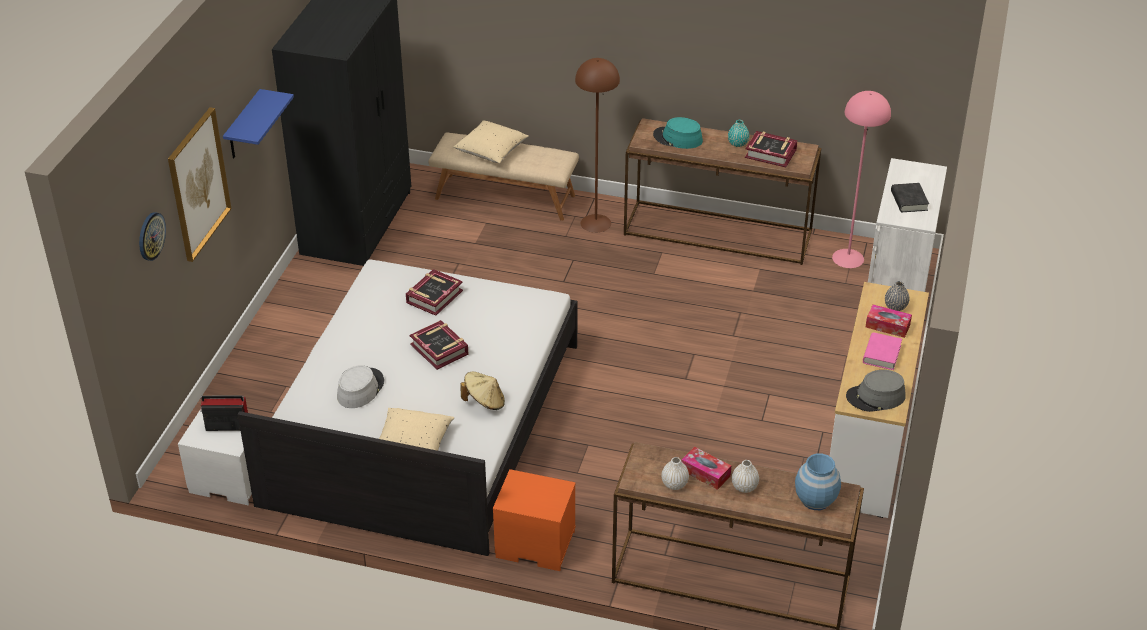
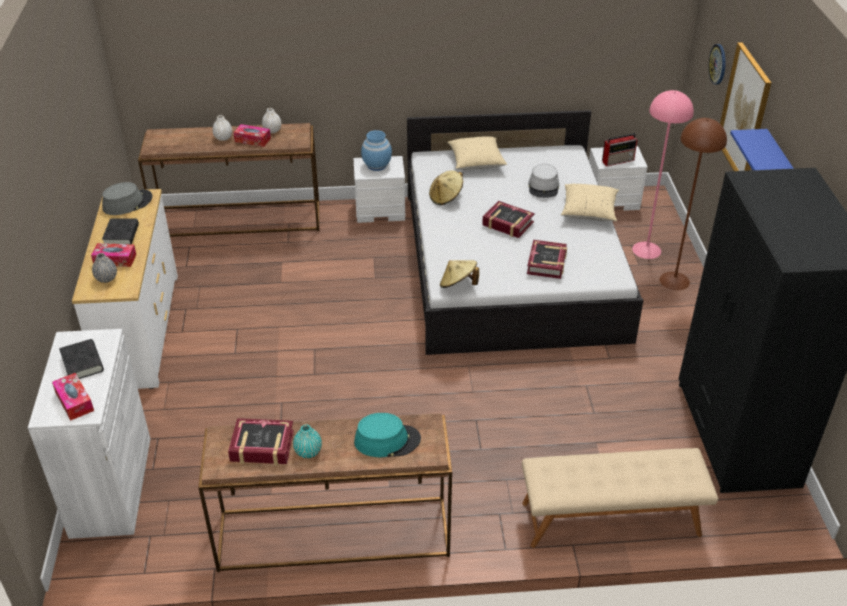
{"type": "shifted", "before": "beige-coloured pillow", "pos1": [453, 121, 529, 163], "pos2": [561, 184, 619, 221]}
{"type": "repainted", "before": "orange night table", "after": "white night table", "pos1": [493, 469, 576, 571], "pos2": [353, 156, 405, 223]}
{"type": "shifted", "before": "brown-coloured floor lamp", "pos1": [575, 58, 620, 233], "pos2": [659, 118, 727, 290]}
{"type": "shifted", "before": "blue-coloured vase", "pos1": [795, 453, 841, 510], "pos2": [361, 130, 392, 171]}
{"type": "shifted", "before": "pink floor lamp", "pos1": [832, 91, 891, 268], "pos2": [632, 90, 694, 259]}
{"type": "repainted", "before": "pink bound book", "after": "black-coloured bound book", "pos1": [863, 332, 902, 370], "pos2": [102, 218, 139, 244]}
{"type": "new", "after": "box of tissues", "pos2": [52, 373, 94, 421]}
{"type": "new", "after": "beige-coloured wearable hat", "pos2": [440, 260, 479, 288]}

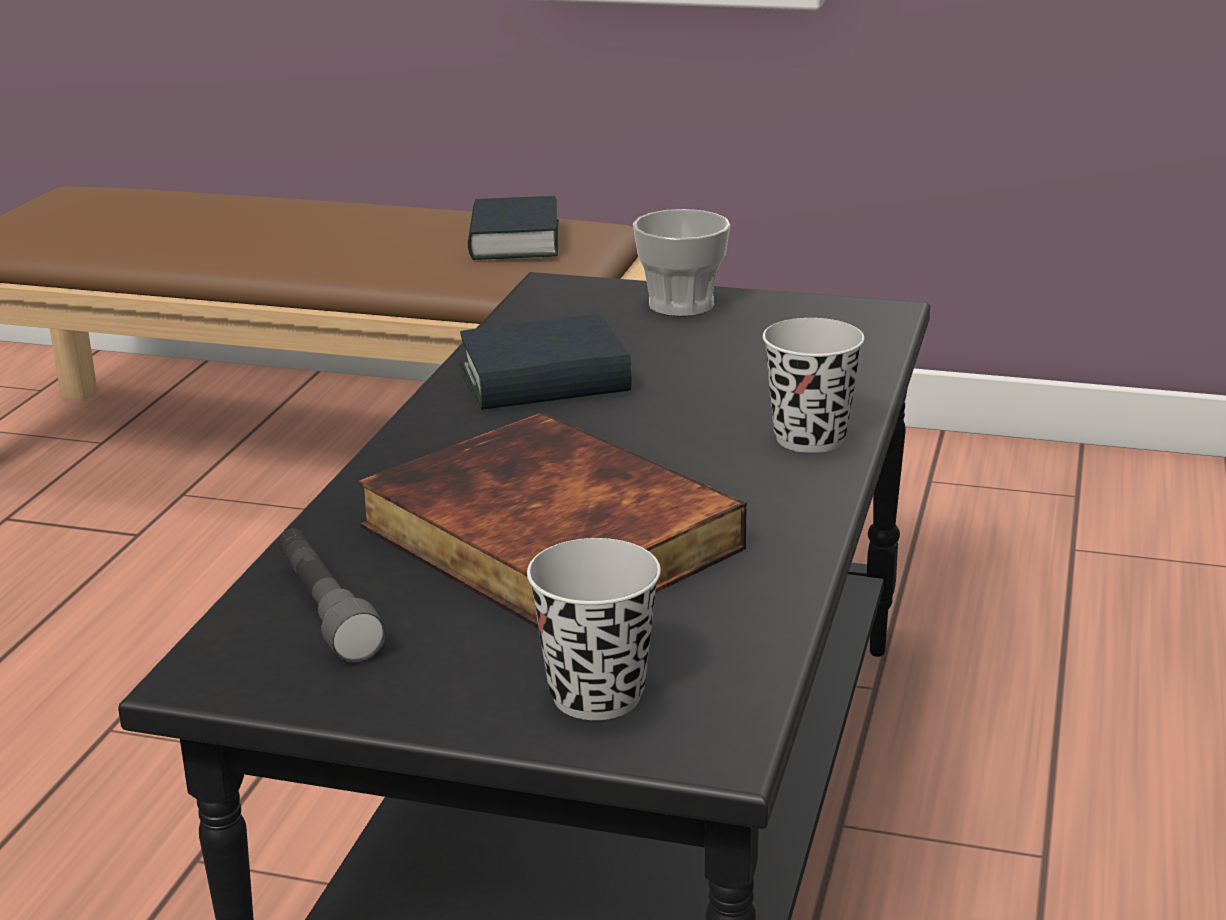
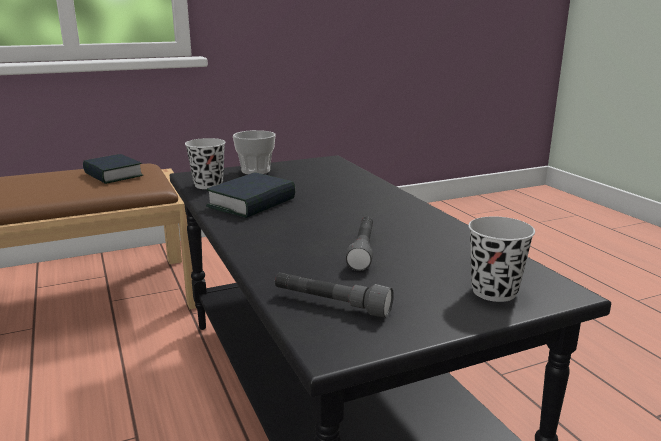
{"type": "swapped", "before": "bound book", "after": "greyish hand torch", "pos1": [358, 412, 747, 629], "pos2": [346, 216, 373, 271]}
{"type": "shifted", "before": "black-coloured cup", "pos1": [763, 318, 865, 453], "pos2": [185, 138, 226, 189]}

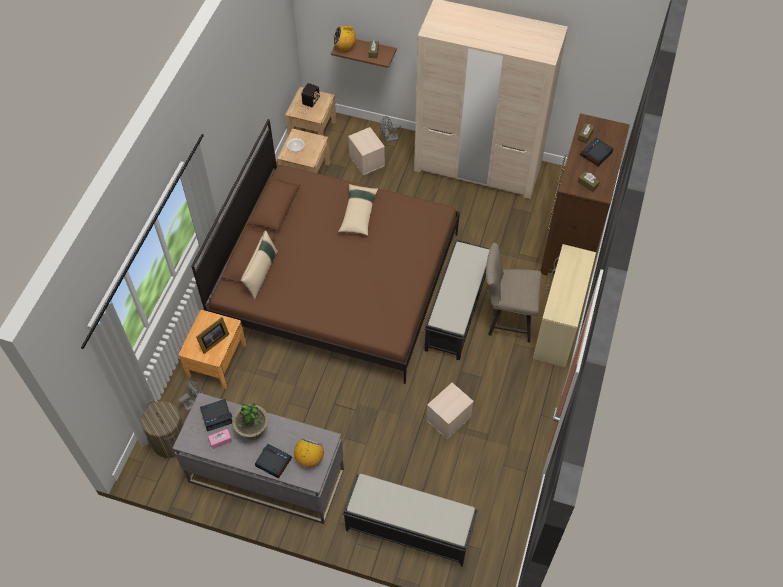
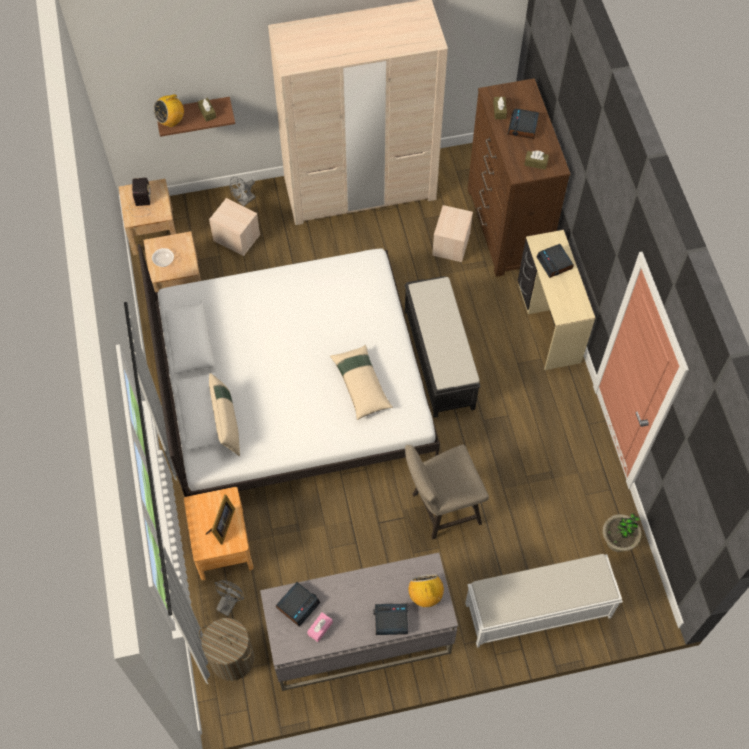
{"type": "repainted", "before": "brown-coloured bedroom bed", "after": "white bedroom bed", "pos1": [191, 119, 460, 384], "pos2": [138, 244, 440, 497]}
{"type": "shifted", "before": "plant in a pot", "pos1": [232, 403, 269, 440], "pos2": [602, 513, 642, 552]}
{"type": "shifted", "before": "beige-coloured pillow", "pos1": [338, 184, 378, 236], "pos2": [330, 345, 393, 420]}
{"type": "repainted", "before": "black-coloured long seat", "after": "white long seat", "pos1": [343, 474, 478, 567], "pos2": [465, 554, 623, 648]}
{"type": "shifted", "before": "beige-coloured storage container", "pos1": [426, 383, 474, 439], "pos2": [432, 205, 473, 262]}
{"type": "shifted", "before": "beige-coloured sitting stool", "pos1": [486, 243, 542, 343], "pos2": [405, 445, 489, 540]}
{"type": "new", "after": "table clock", "pos2": [537, 244, 574, 278]}

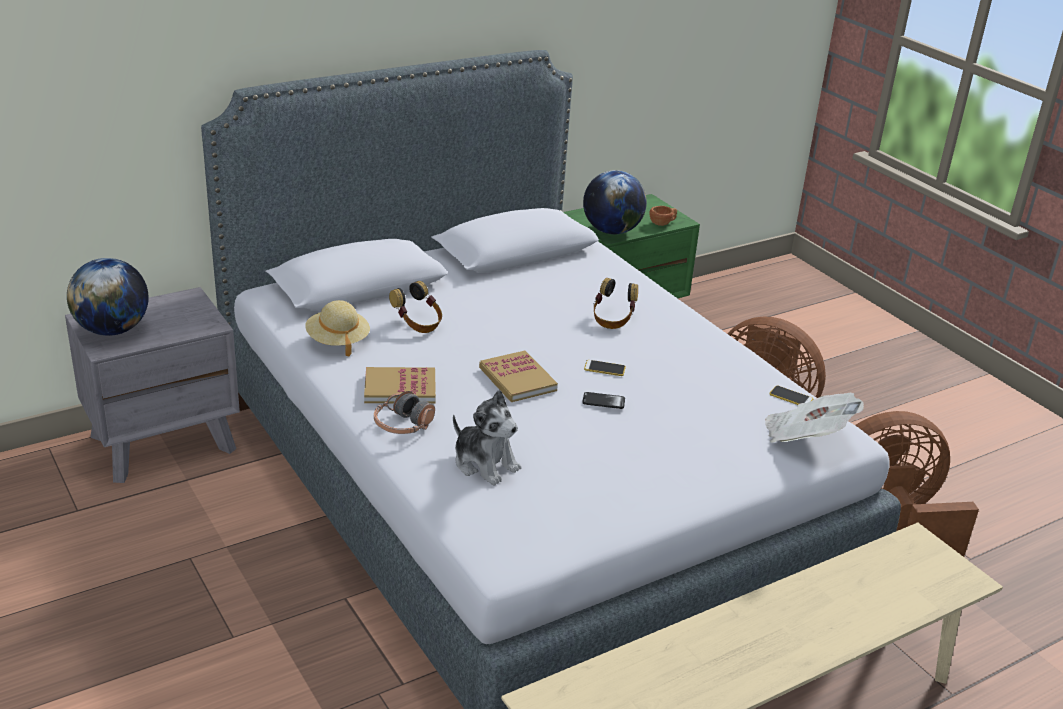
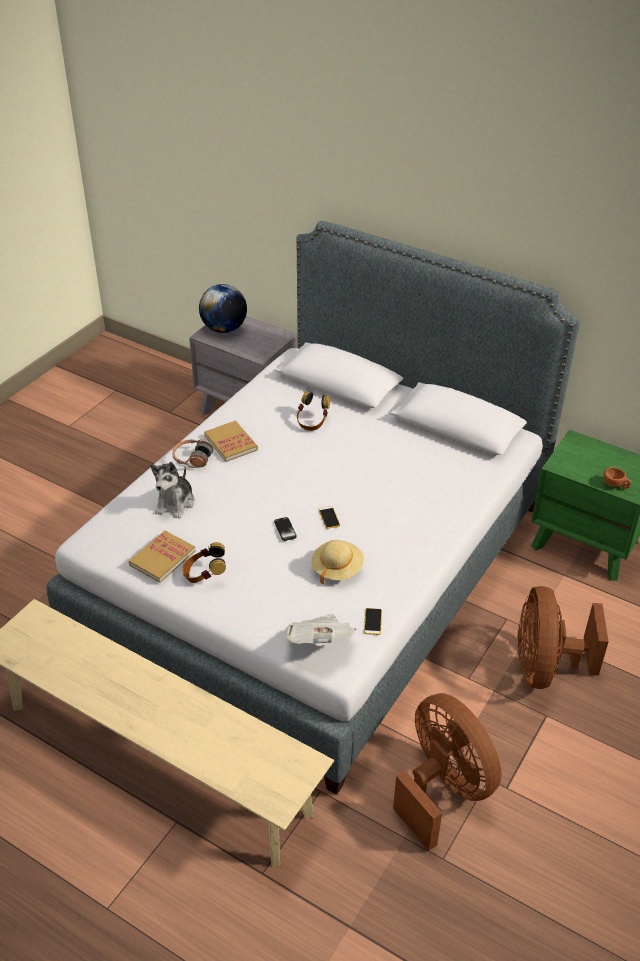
{"type": "shifted", "before": "beige-coloured wearable hat", "pos1": [305, 300, 370, 357], "pos2": [311, 540, 364, 585]}
{"type": "shifted", "before": "bound book", "pos1": [479, 351, 558, 402], "pos2": [128, 531, 195, 583]}
{"type": "gone", "before": "world globe", "pos1": [583, 170, 647, 234]}
{"type": "shifted", "before": "headset", "pos1": [593, 278, 638, 329], "pos2": [182, 542, 226, 583]}

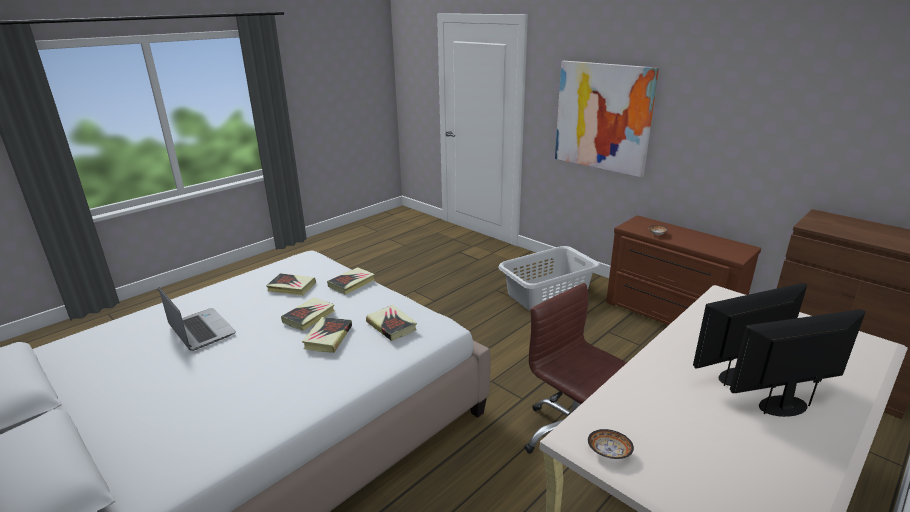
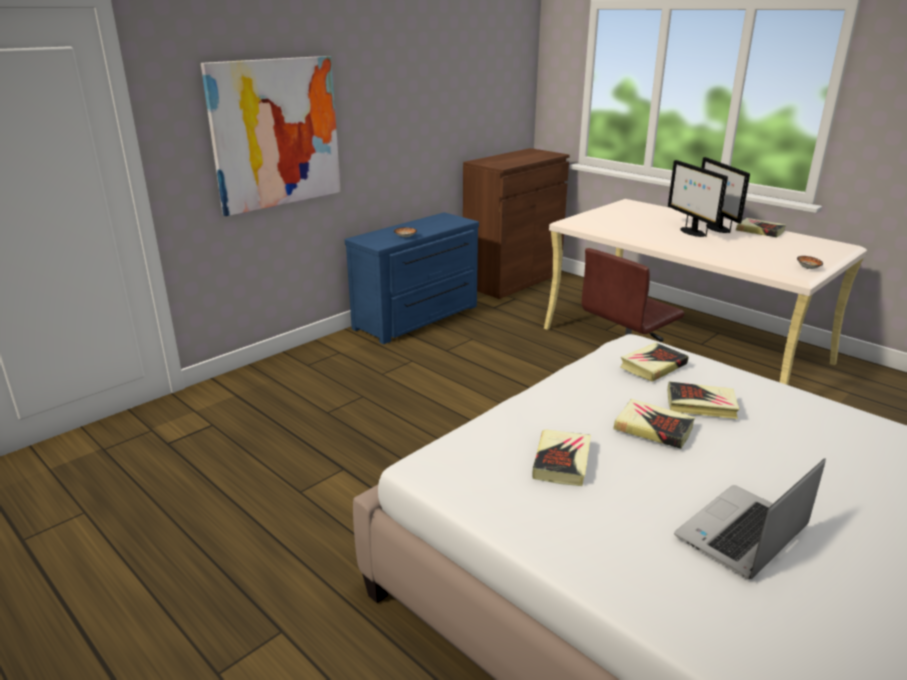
{"type": "shifted", "before": "bound book", "pos1": [327, 267, 375, 295], "pos2": [736, 218, 786, 238]}
{"type": "gone", "before": "greyish hamper", "pos1": [498, 246, 600, 311]}
{"type": "repainted", "before": "brown-coloured drawer chest", "after": "blue-coloured drawer chest", "pos1": [606, 215, 761, 325], "pos2": [345, 212, 479, 344]}

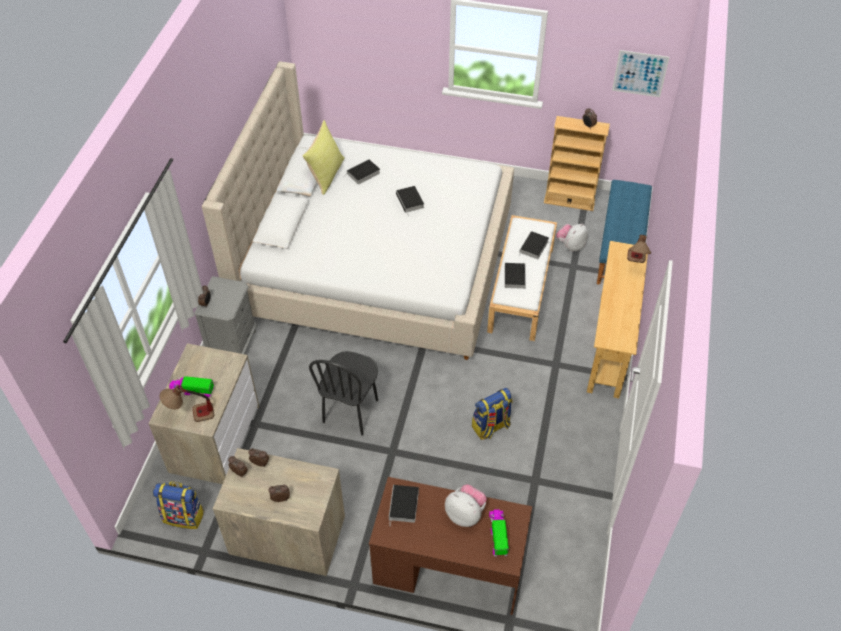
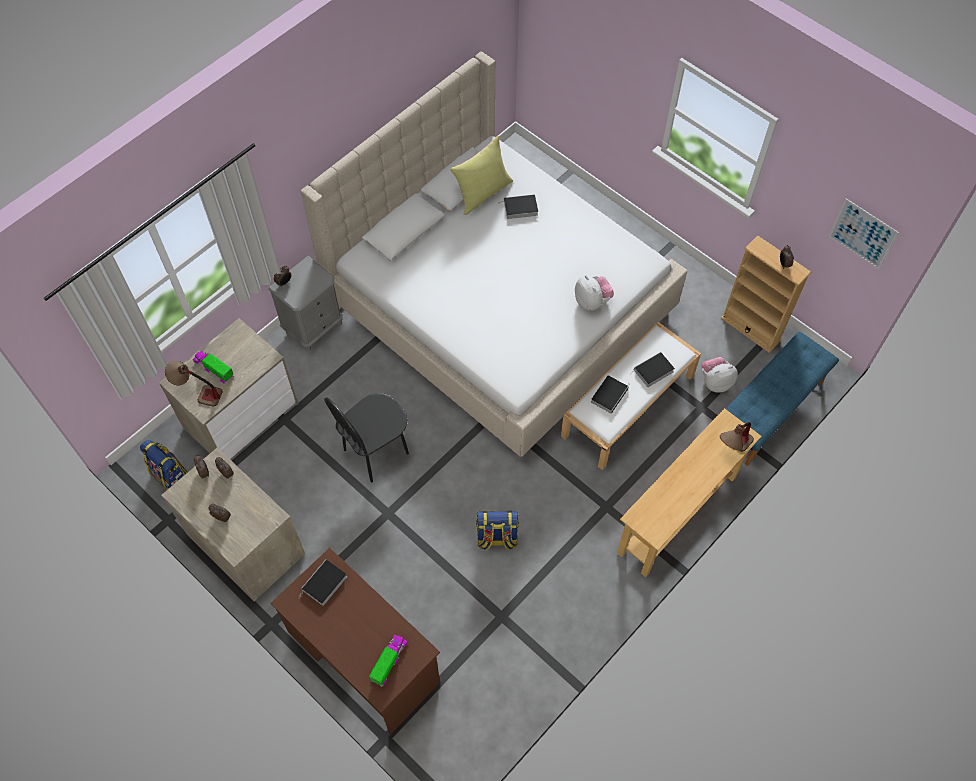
{"type": "gone", "before": "bound book", "pos1": [396, 186, 424, 215]}
{"type": "shifted", "before": "cuddly toy", "pos1": [445, 484, 487, 527], "pos2": [575, 275, 614, 311]}

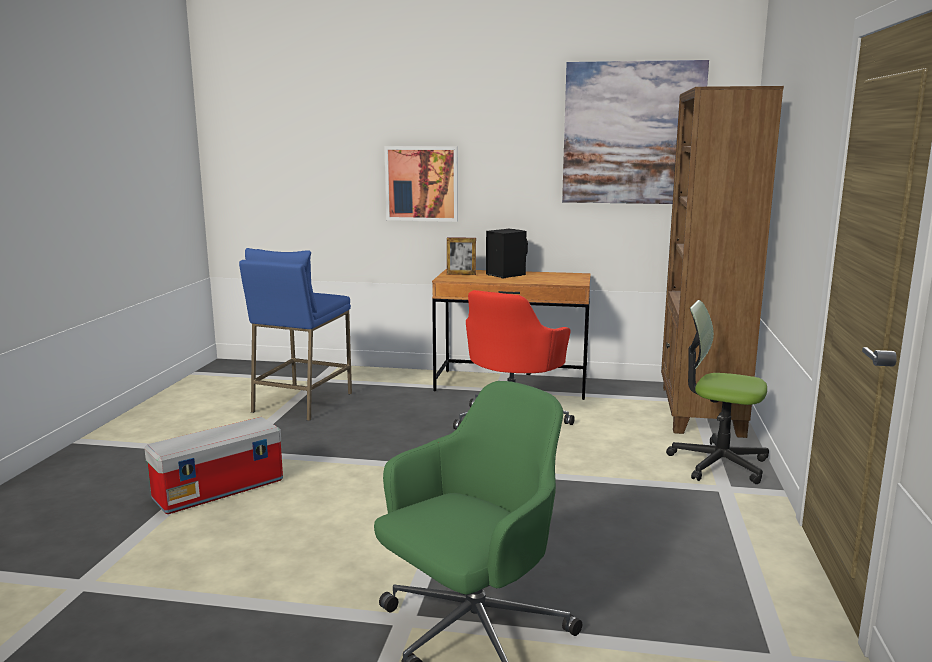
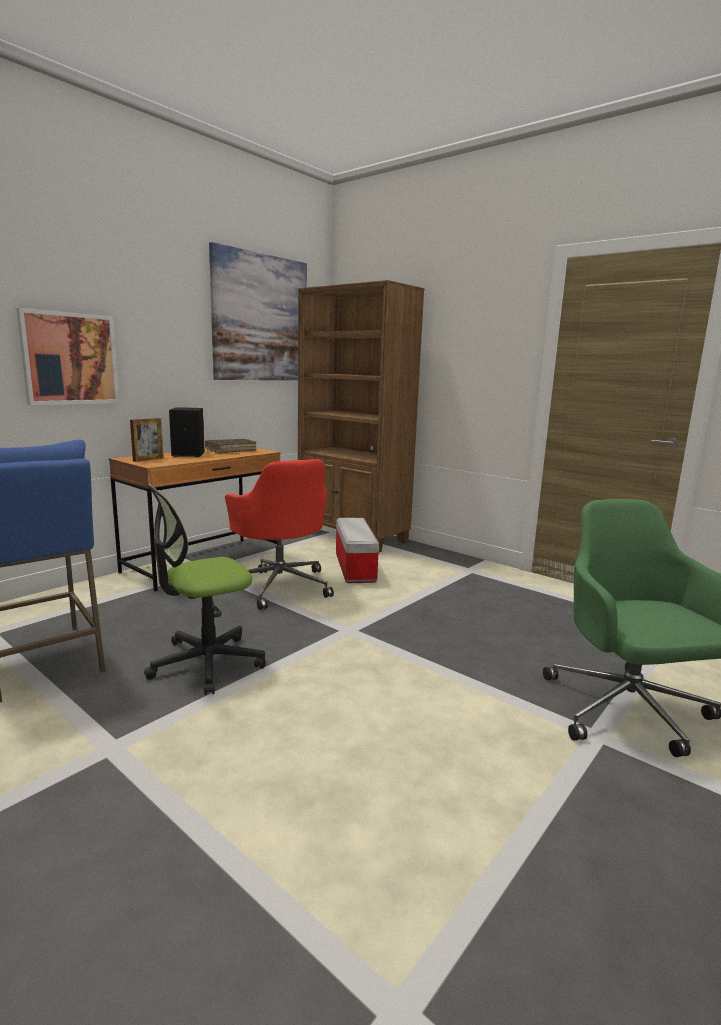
{"type": "shifted", "before": "storage container", "pos1": [144, 417, 283, 514], "pos2": [336, 518, 379, 583]}
{"type": "shifted", "before": "computer chair", "pos1": [666, 300, 769, 484], "pos2": [144, 484, 266, 695]}
{"type": "new", "after": "brown-coloured bound book", "pos2": [205, 439, 257, 453]}

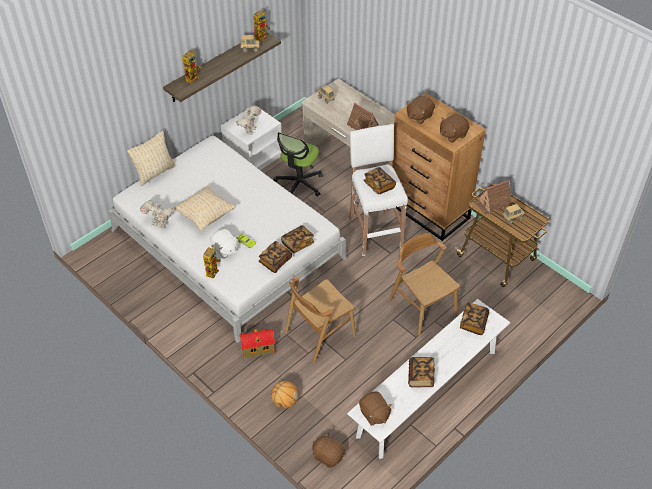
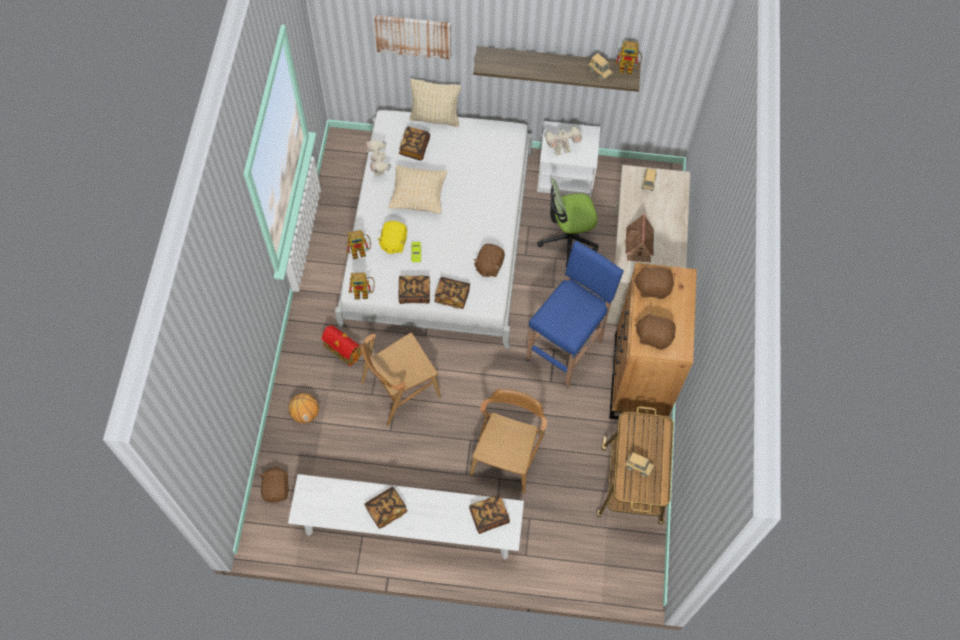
{"type": "shifted", "before": "robot figure", "pos1": [182, 50, 201, 84], "pos2": [349, 272, 375, 300]}
{"type": "repainted", "before": "white cuddly toy", "after": "yellow cuddly toy", "pos1": [210, 229, 238, 258], "pos2": [378, 221, 407, 254]}
{"type": "rotated", "before": "brown-coloured upright chair", "pos1": [285, 276, 356, 364], "pos2": [360, 333, 441, 426], "turn": -45}
{"type": "repainted", "before": "white sitting stool", "after": "blue-coloured sitting stool", "pos1": [349, 124, 408, 256], "pos2": [526, 241, 624, 388]}
{"type": "shifted", "before": "brown-coloured cuddly toy", "pos1": [359, 391, 392, 426], "pos2": [473, 244, 505, 277]}
{"type": "shifted", "before": "bound book", "pos1": [363, 167, 396, 195], "pos2": [399, 126, 430, 161]}
{"type": "gone", "before": "toy house", "pos1": [475, 180, 512, 215]}
{"type": "new", "after": "wall art", "pos2": [373, 15, 451, 60]}

